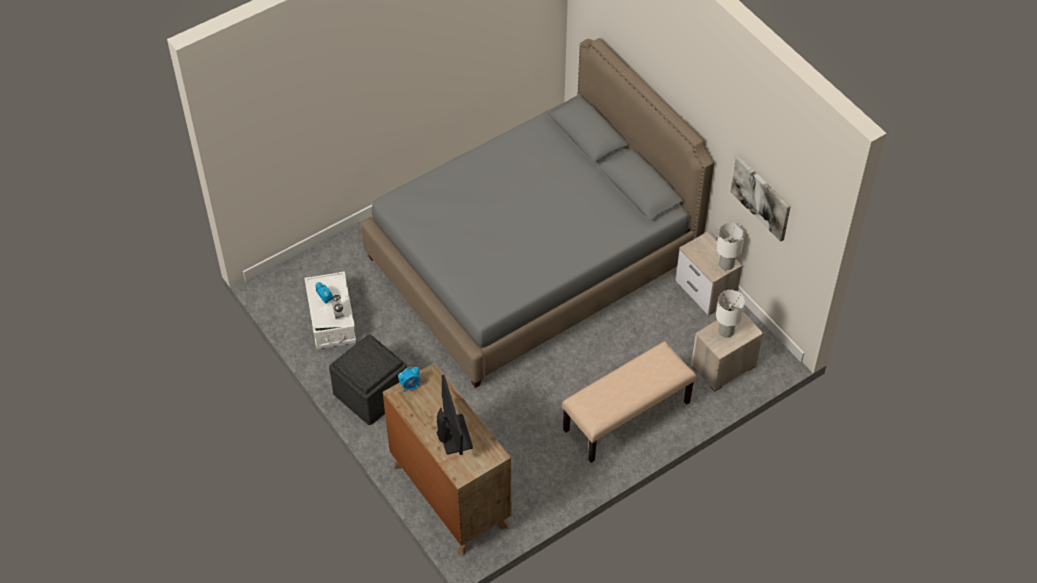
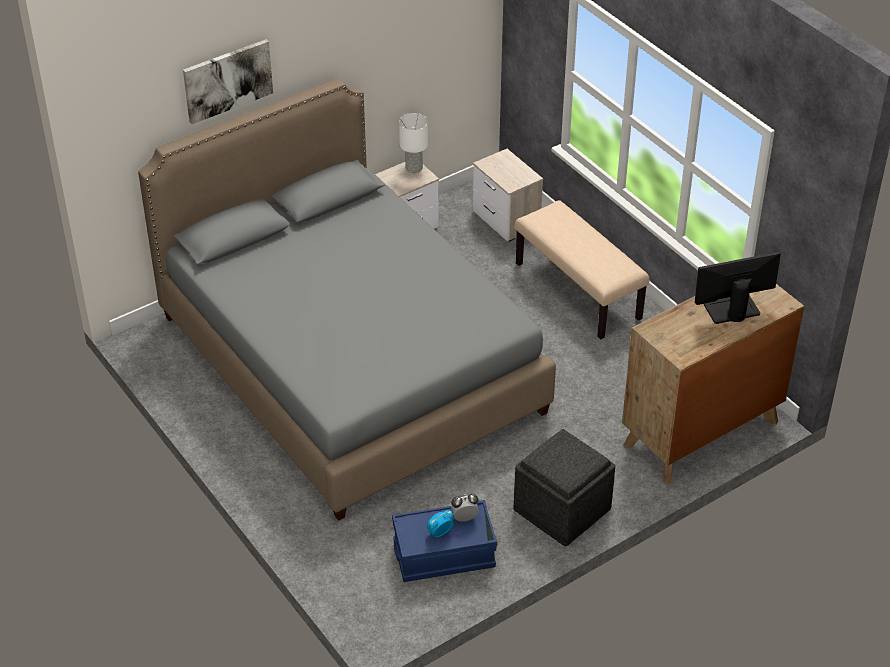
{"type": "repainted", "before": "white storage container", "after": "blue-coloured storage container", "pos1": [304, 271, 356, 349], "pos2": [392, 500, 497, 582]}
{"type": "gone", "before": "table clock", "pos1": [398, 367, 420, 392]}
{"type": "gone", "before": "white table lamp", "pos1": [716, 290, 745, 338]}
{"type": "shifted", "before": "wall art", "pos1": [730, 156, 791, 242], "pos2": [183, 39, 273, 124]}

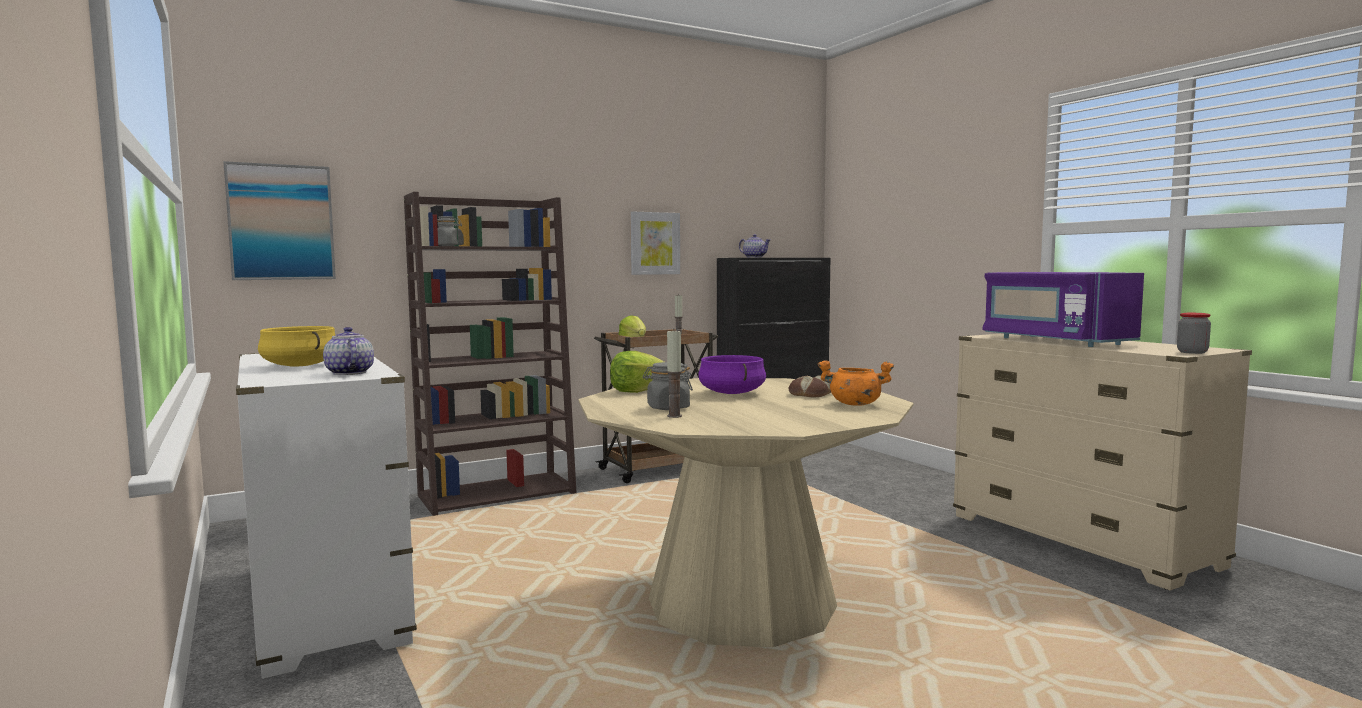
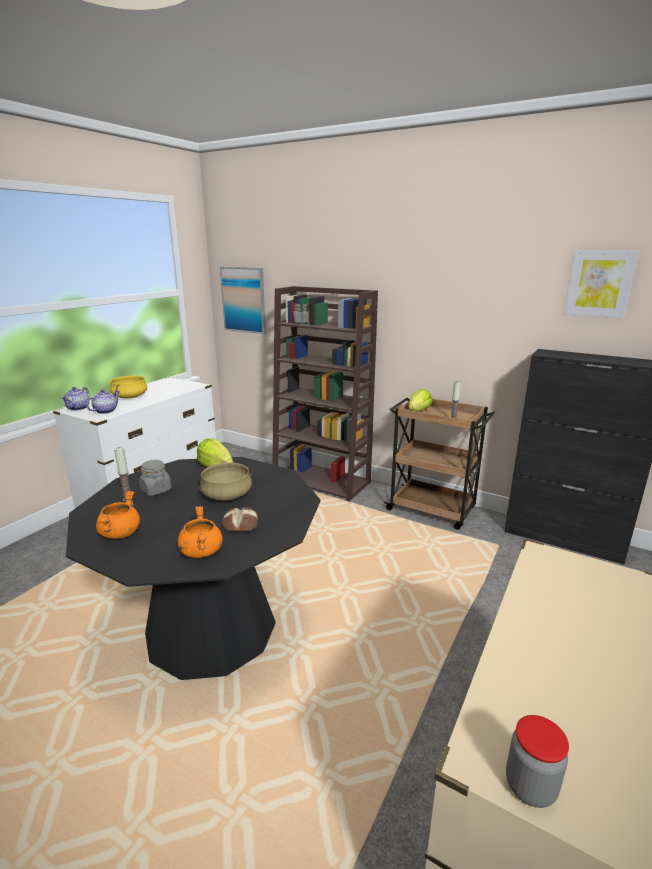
{"type": "repainted", "before": "beige-coloured kitchen table", "after": "black-coloured kitchen table", "pos1": [579, 378, 914, 647], "pos2": [66, 457, 321, 680]}
{"type": "shifted", "before": "wall art", "pos1": [630, 212, 680, 275], "pos2": [564, 250, 639, 318]}
{"type": "repainted", "before": "purple stockpot", "after": "beige-coloured stockpot", "pos1": [698, 355, 766, 394], "pos2": [199, 462, 253, 501]}
{"type": "shifted", "before": "pot for tea", "pos1": [739, 234, 770, 258], "pos2": [61, 387, 89, 411]}
{"type": "gone", "before": "purple kitchen microwave", "pos1": [983, 272, 1144, 347]}
{"type": "new", "after": "orange stockpot", "pos2": [96, 491, 140, 539]}

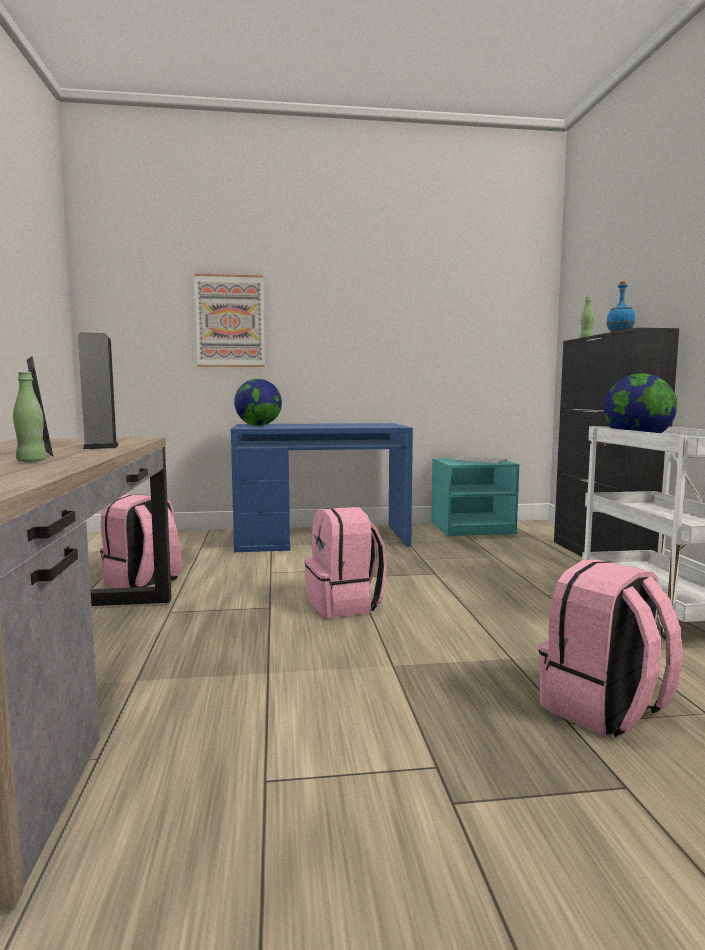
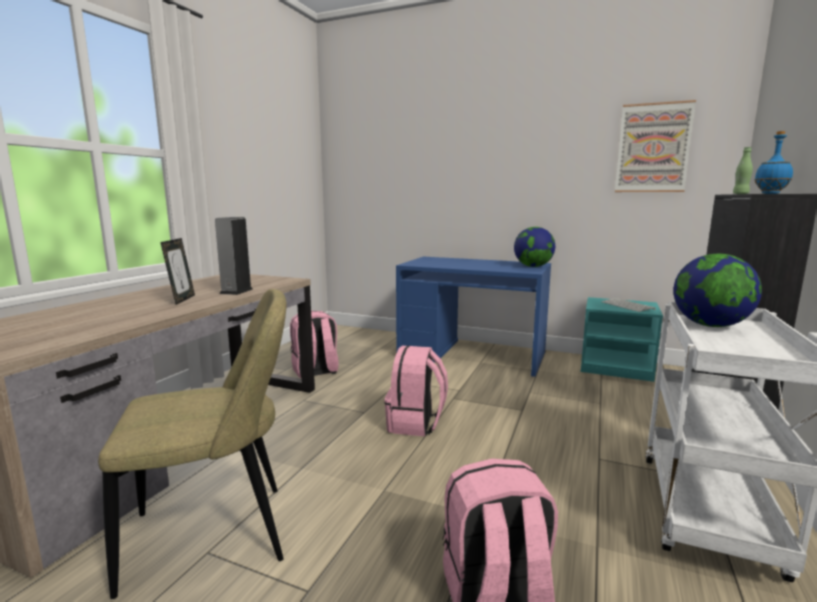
{"type": "gone", "before": "green-coloured bottle", "pos1": [13, 372, 47, 463]}
{"type": "shifted", "before": "wall art", "pos1": [194, 273, 265, 367], "pos2": [615, 100, 696, 192]}
{"type": "shifted", "before": "world globe", "pos1": [234, 379, 282, 426], "pos2": [514, 227, 555, 267]}
{"type": "new", "after": "beige-coloured upright chair", "pos2": [98, 289, 287, 599]}

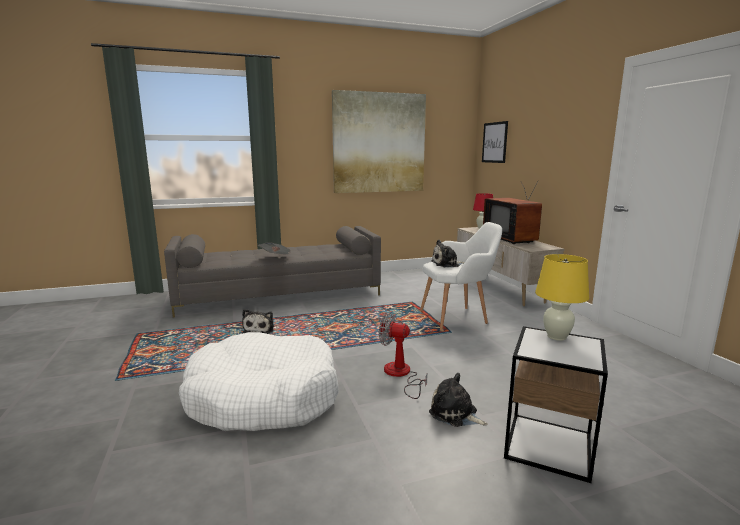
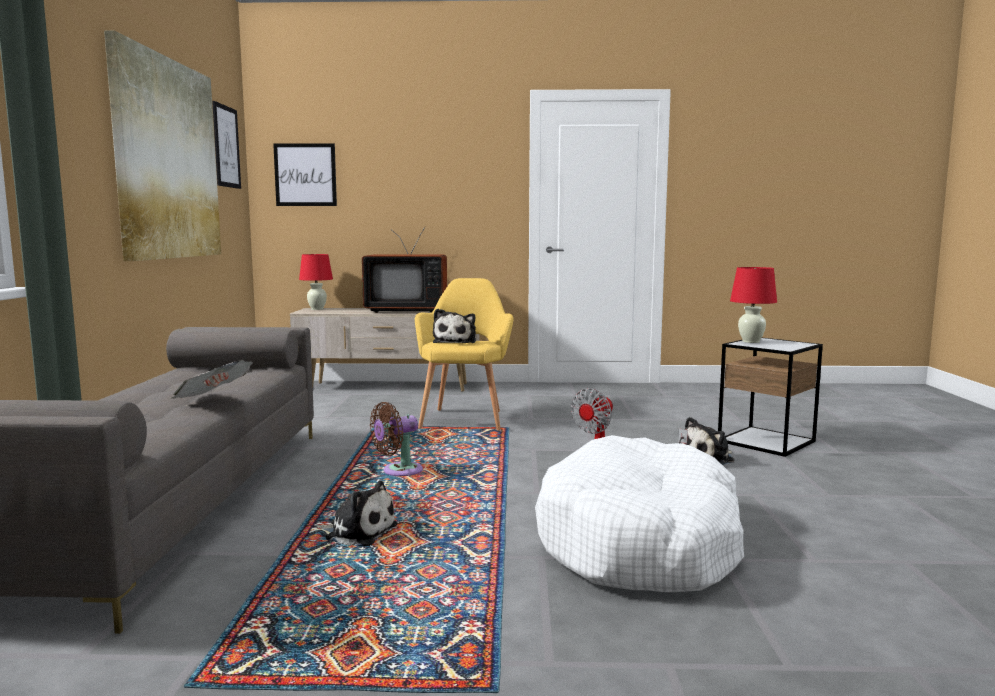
{"type": "repainted", "before": "white armchair", "after": "yellow armchair", "pos1": [420, 222, 502, 331], "pos2": [415, 278, 514, 431]}
{"type": "repainted", "before": "yellow table lamp", "after": "red table lamp", "pos1": [535, 254, 589, 341], "pos2": [730, 267, 777, 343]}
{"type": "new", "after": "wall art", "pos2": [212, 101, 241, 189]}
{"type": "new", "after": "brown-coloured electric fan", "pos2": [370, 402, 423, 476]}

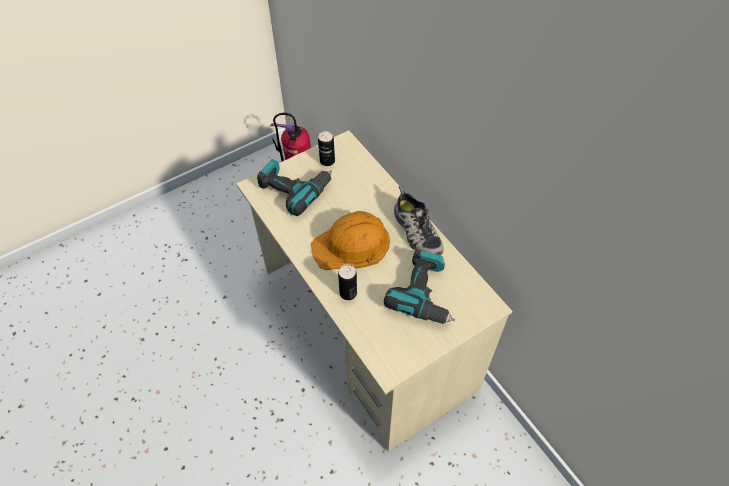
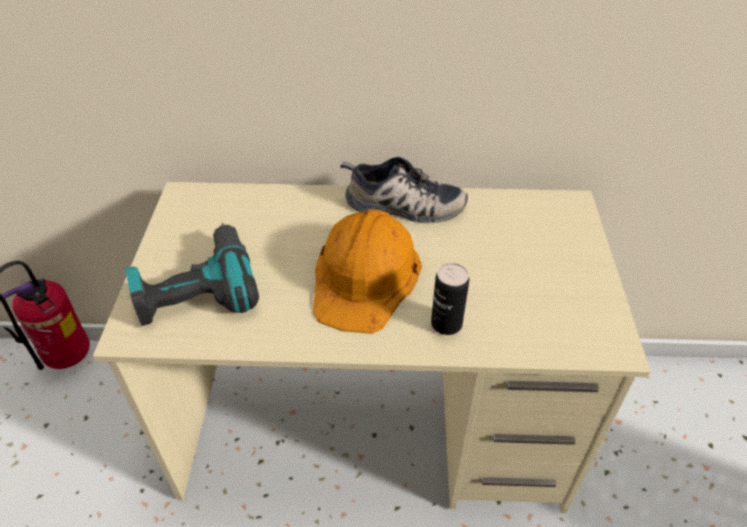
{"type": "gone", "before": "can", "pos1": [318, 131, 335, 166]}
{"type": "gone", "before": "drill", "pos1": [384, 250, 455, 324]}

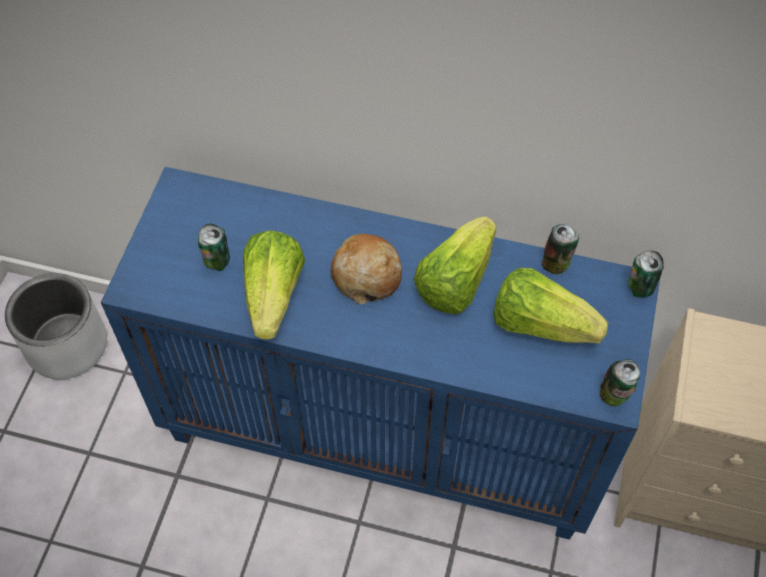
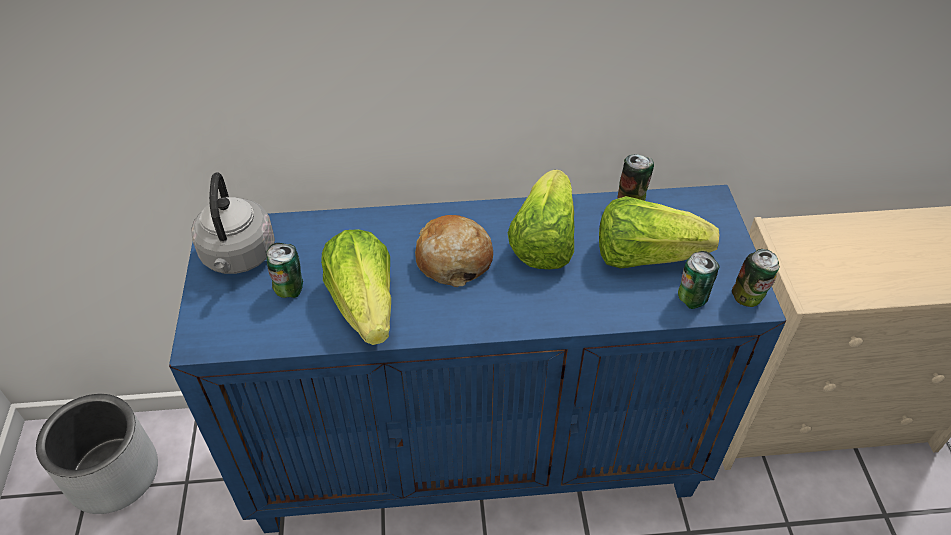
{"type": "shifted", "before": "can", "pos1": [628, 251, 664, 297], "pos2": [678, 251, 720, 309]}
{"type": "new", "after": "greyish tea kettle", "pos2": [192, 172, 275, 274]}

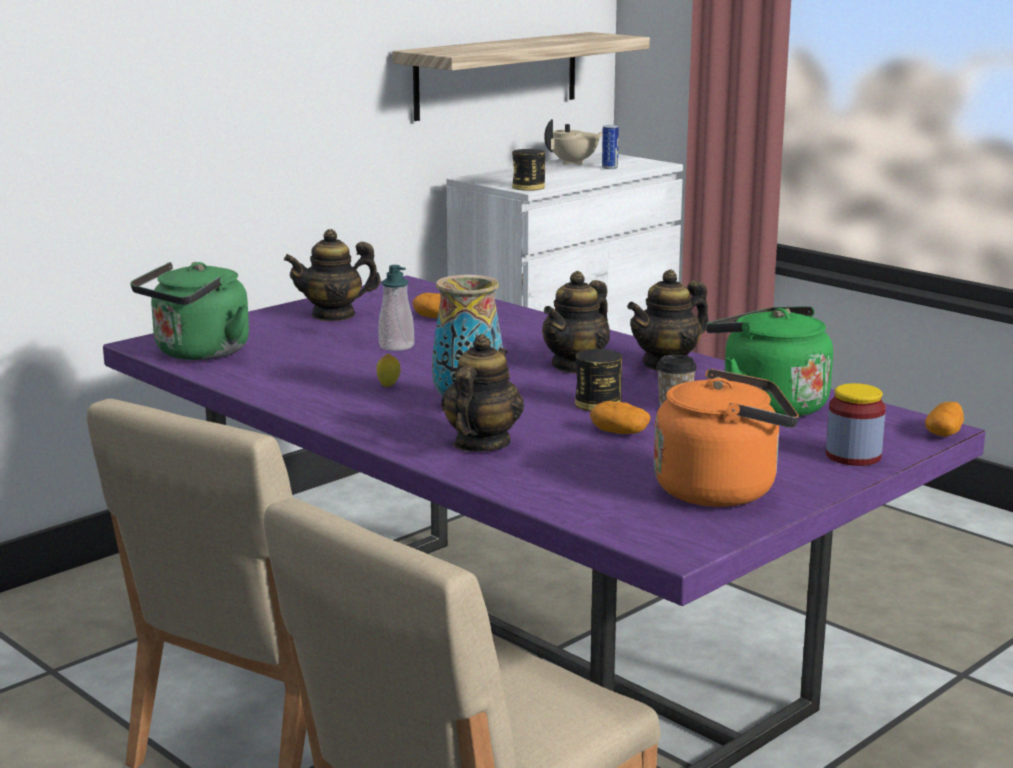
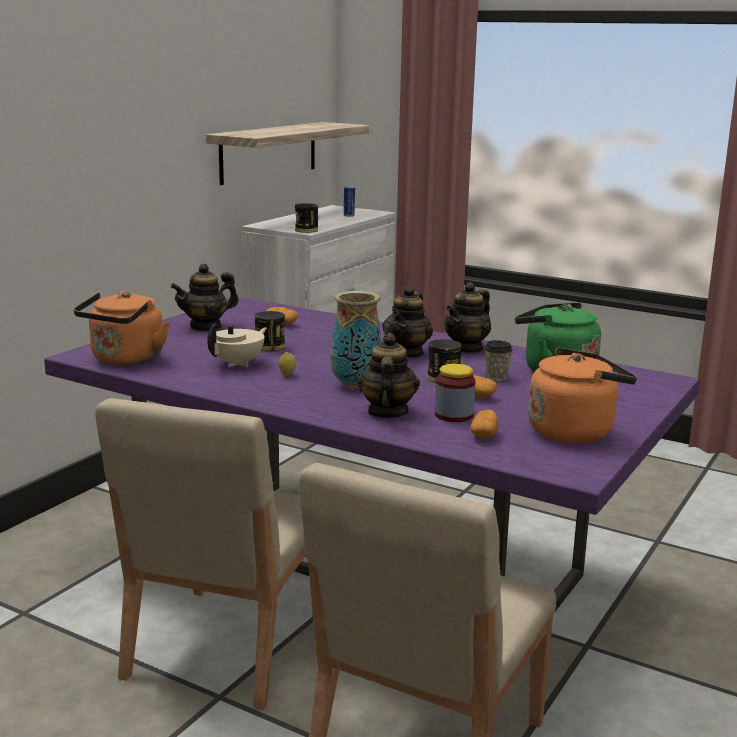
{"type": "repainted", "before": "green-coloured tea kettle", "after": "orange tea kettle", "pos1": [130, 262, 249, 360], "pos2": [74, 291, 170, 366]}
{"type": "swapped", "before": "soap bottle", "after": "can", "pos1": [378, 265, 414, 351], "pos2": [255, 311, 285, 351]}
{"type": "shifted", "before": "beige-coloured pot for tea", "pos1": [544, 119, 603, 165], "pos2": [207, 323, 267, 367]}
{"type": "shifted", "before": "jar", "pos1": [826, 383, 886, 466], "pos2": [435, 364, 475, 422]}
{"type": "shifted", "before": "potato", "pos1": [925, 402, 964, 437], "pos2": [470, 410, 499, 438]}

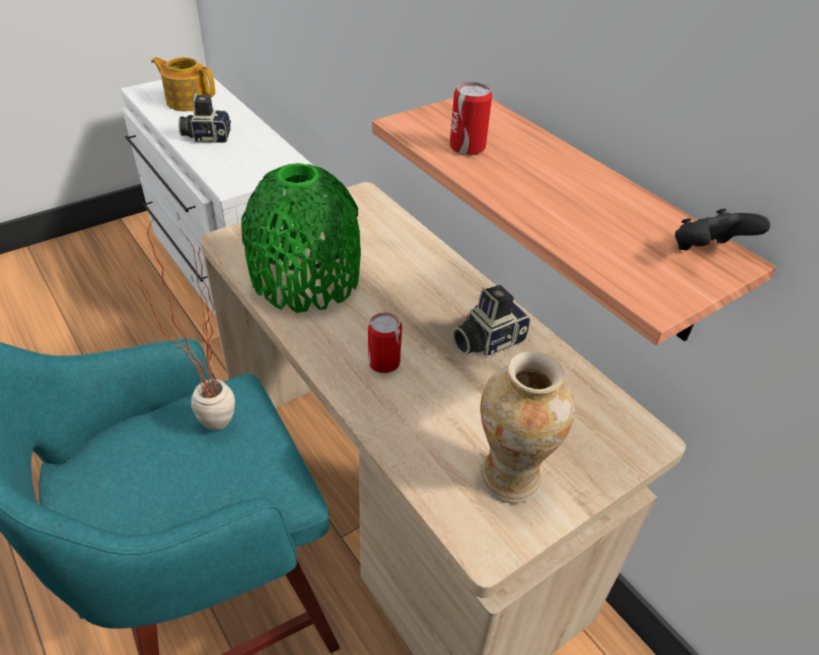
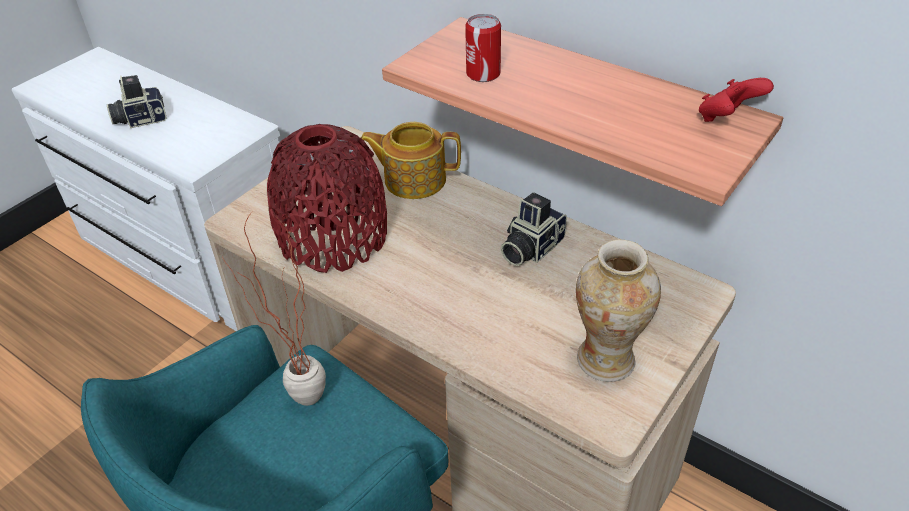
{"type": "shifted", "before": "pot for tea", "pos1": [151, 57, 215, 111], "pos2": [361, 122, 461, 199]}
{"type": "repainted", "before": "green-coloured vase", "after": "red vase", "pos1": [241, 163, 361, 313], "pos2": [267, 124, 387, 273]}
{"type": "gone", "before": "can", "pos1": [368, 313, 402, 373]}
{"type": "repainted", "before": "black-coloured joypad", "after": "red joypad", "pos1": [675, 209, 770, 251], "pos2": [699, 78, 774, 122]}

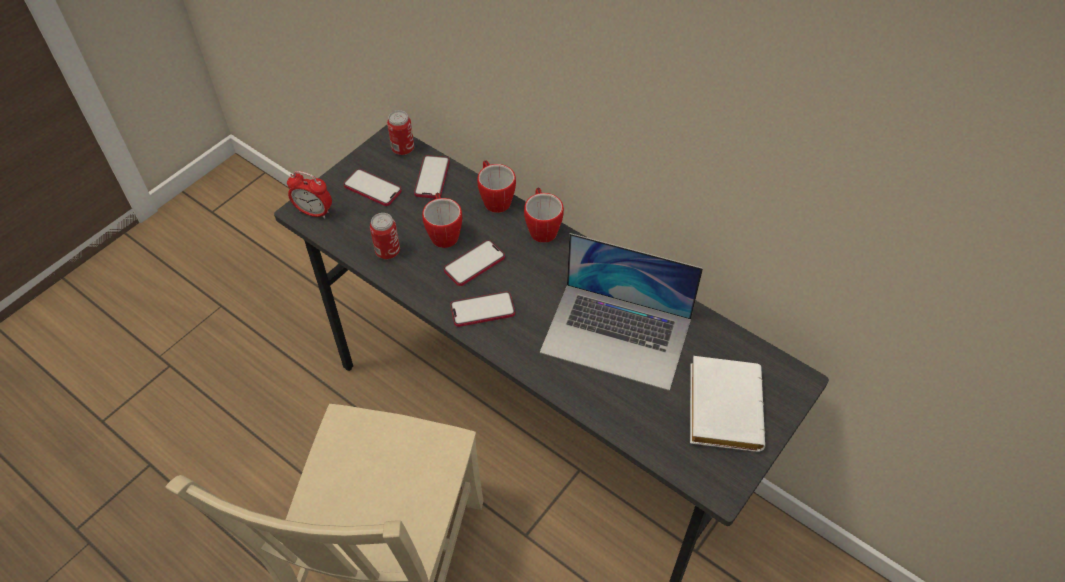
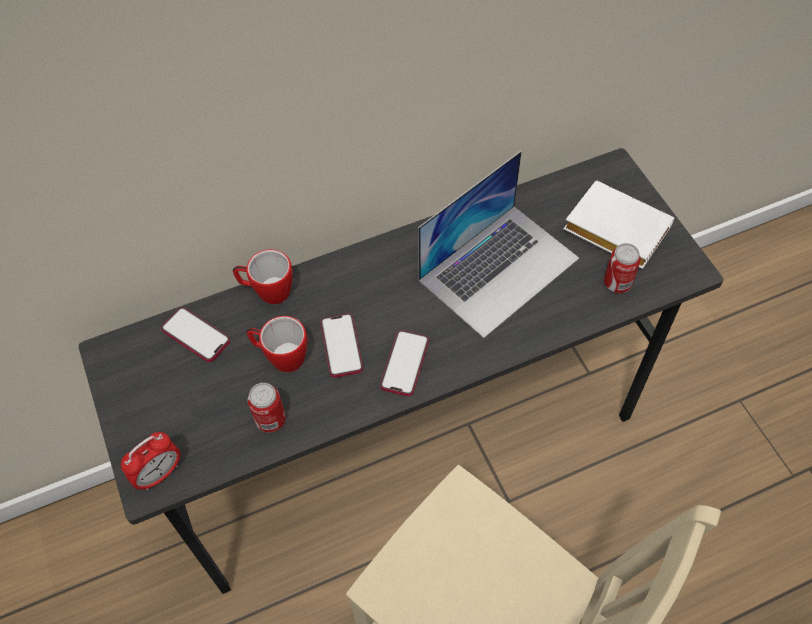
{"type": "gone", "before": "handset", "pos1": [344, 169, 402, 206]}
{"type": "shifted", "before": "can", "pos1": [387, 110, 414, 155], "pos2": [604, 243, 641, 293]}
{"type": "gone", "before": "tea mug", "pos1": [524, 188, 564, 243]}

